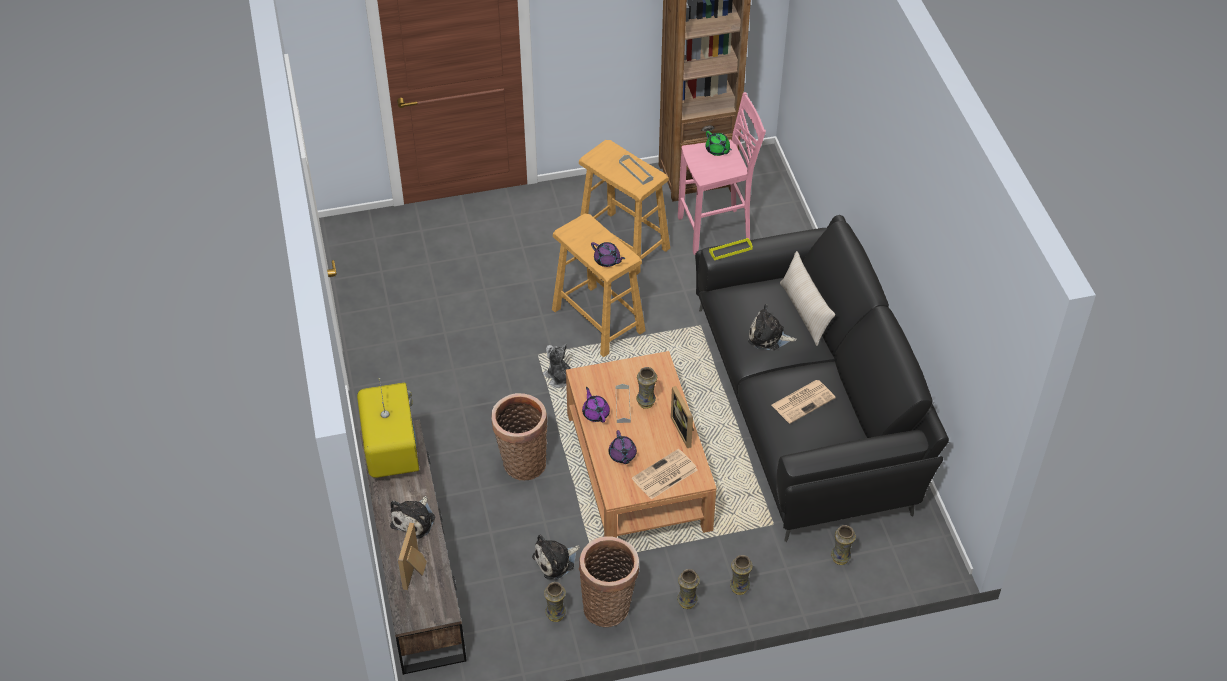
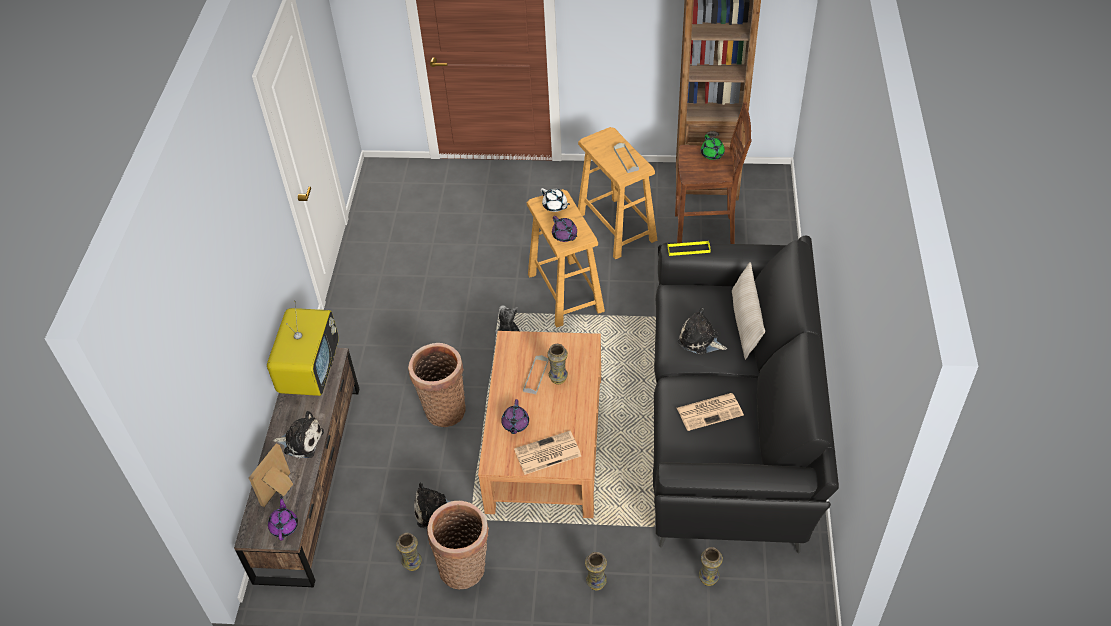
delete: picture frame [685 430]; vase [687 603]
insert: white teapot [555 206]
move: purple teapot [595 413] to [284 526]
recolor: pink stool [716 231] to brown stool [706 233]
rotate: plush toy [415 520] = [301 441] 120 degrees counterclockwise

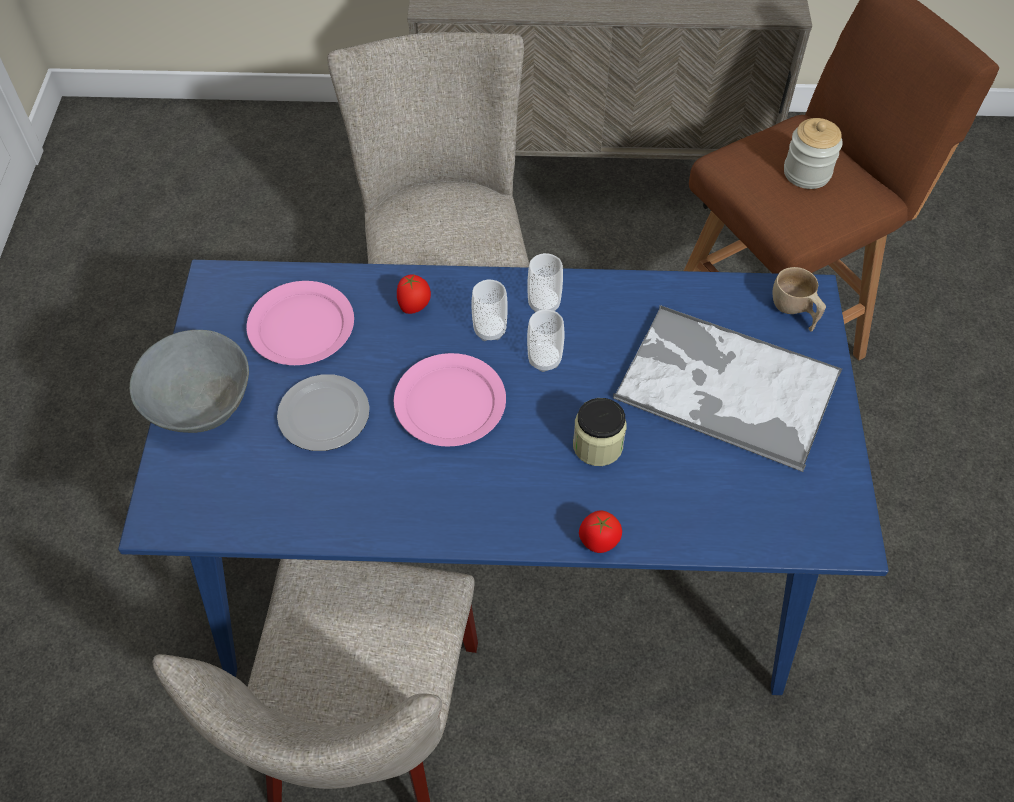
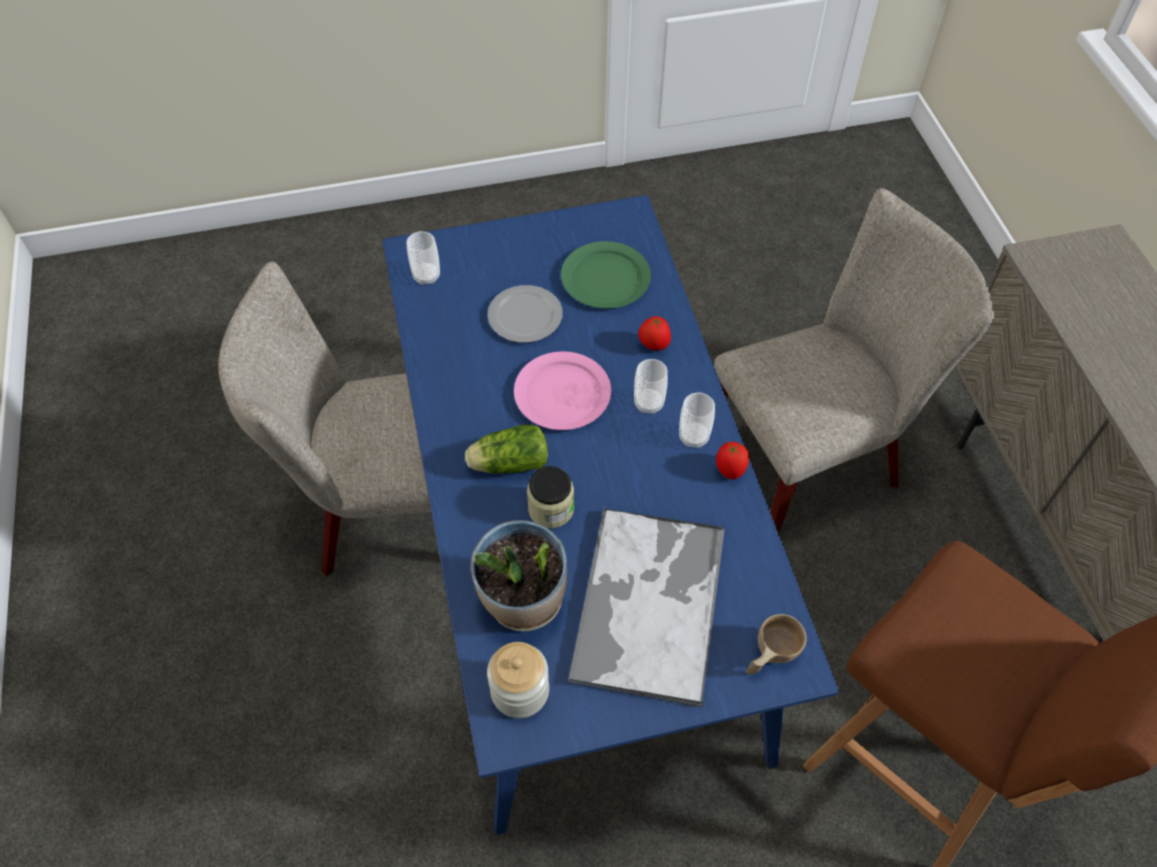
delete: grey bowl [198 401]
insert: lettuce [507 463]; potted plant [524 601]
move: cup [544 360] to [426 276]; tomato [598 542] to [730 470]; jar [807 173] to [520 691]
recolor: pink plate [302 326] to green plate [606 278]

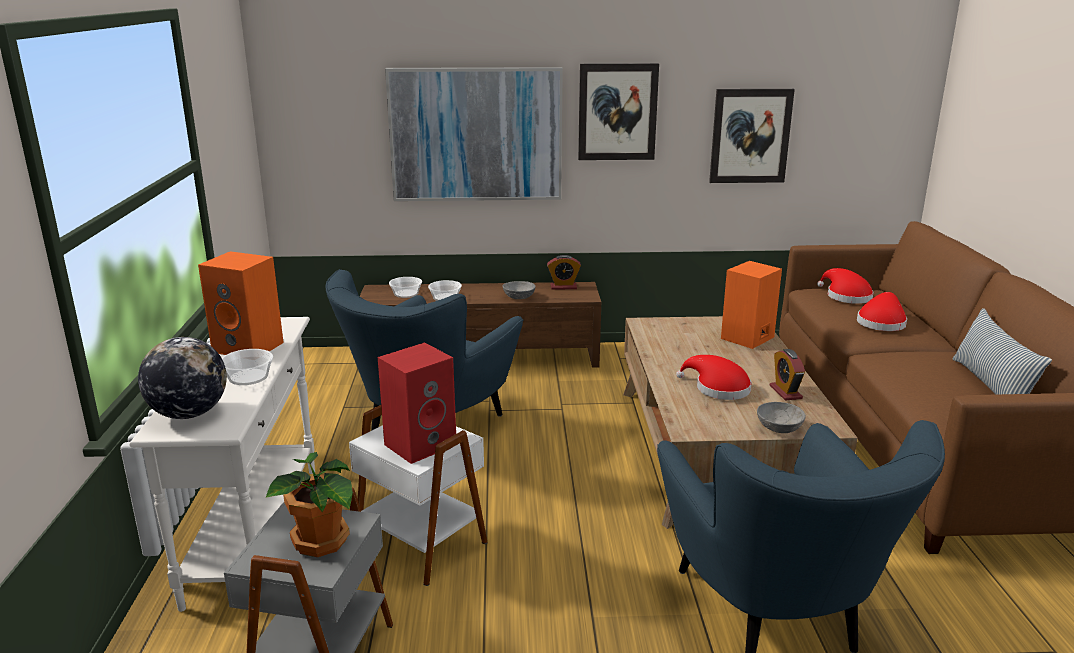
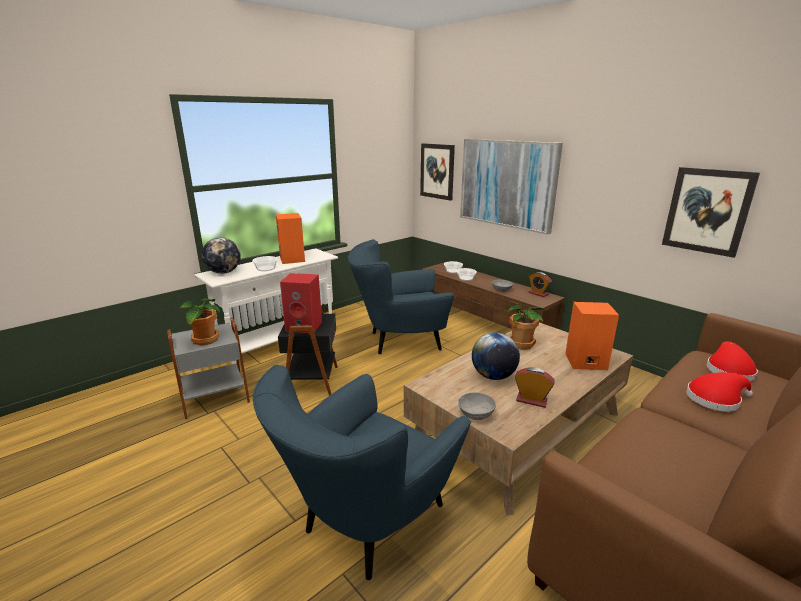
delete: pillow [991 386]
insert: potted plant [521 343]
move: picture [617 112] to [437 171]
replace: red hat [718 388] to globe [493 376]
recolor: white side table [423 541] to black side table [313 381]
rotate: alarm clock [785 392] = [531 400] 75 degrees clockwise

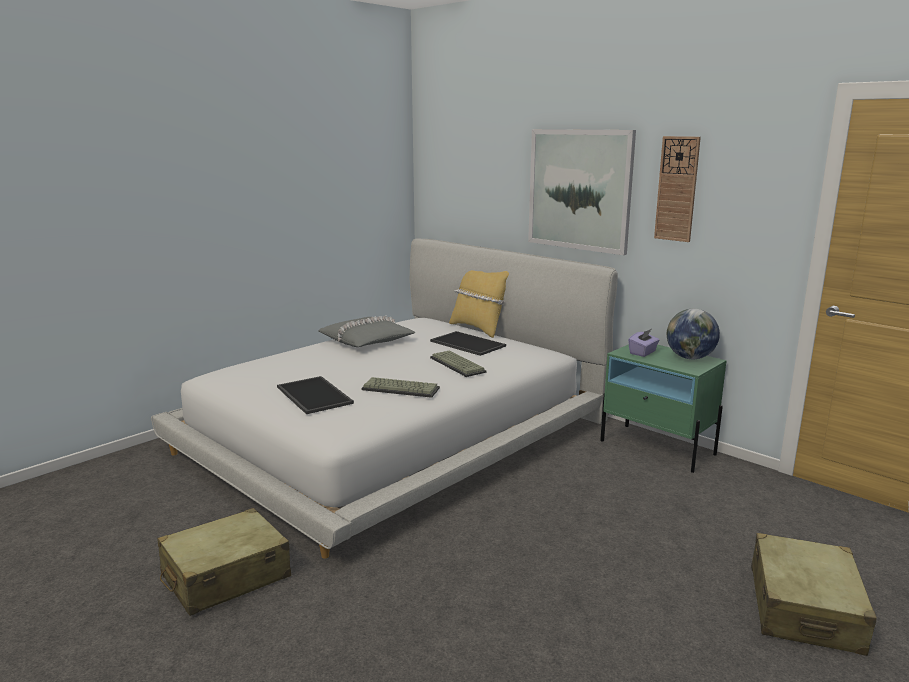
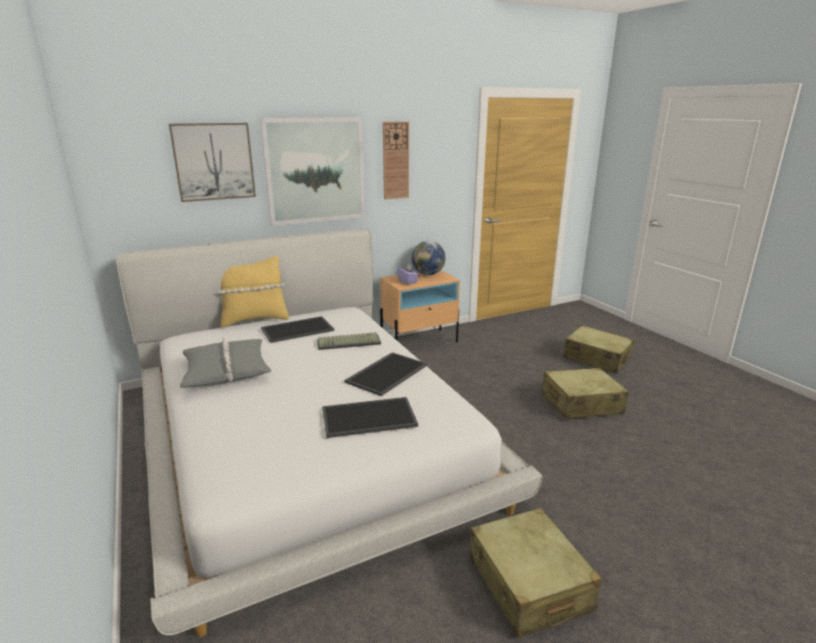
insert: picture [214 161]; beige suitcase [581 404]
replace: keyboard [402 388] to tray [386 373]
recolor: green nightstand [657 447] to beige nightstand [419 341]

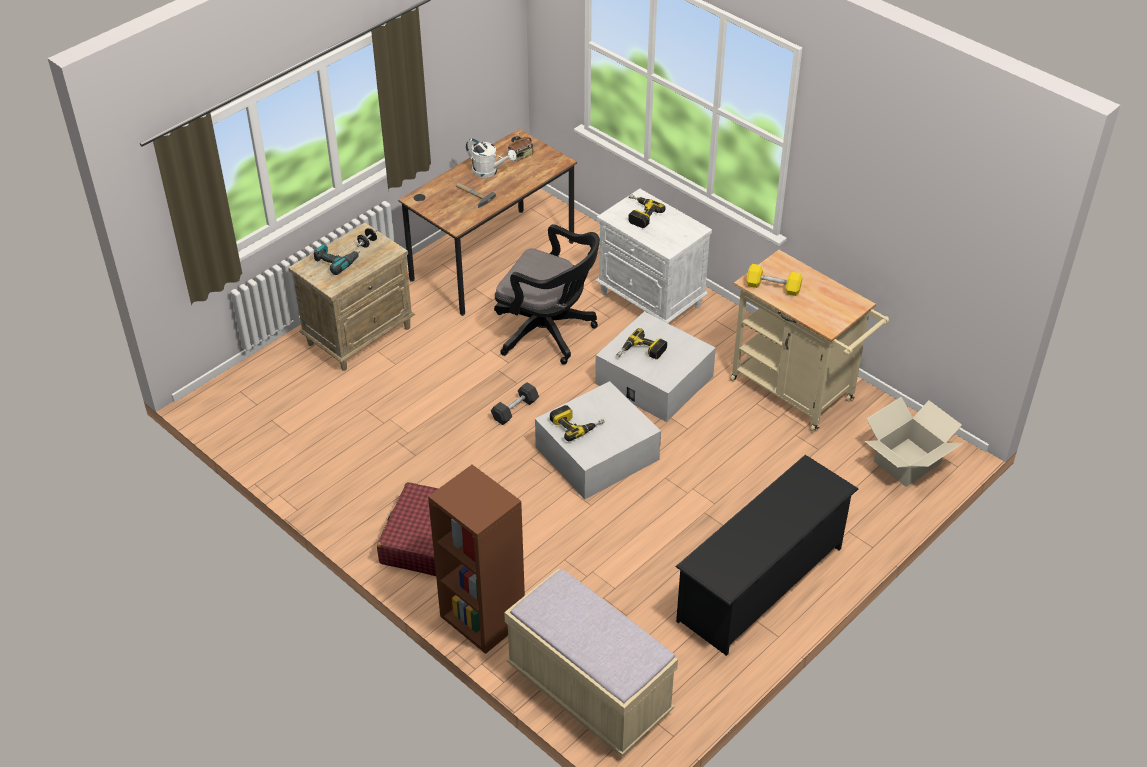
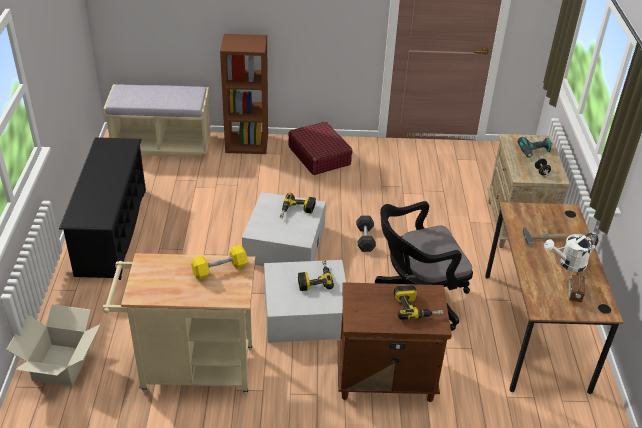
recolor: white nightstand [651 300] to brown nightstand [384 378]

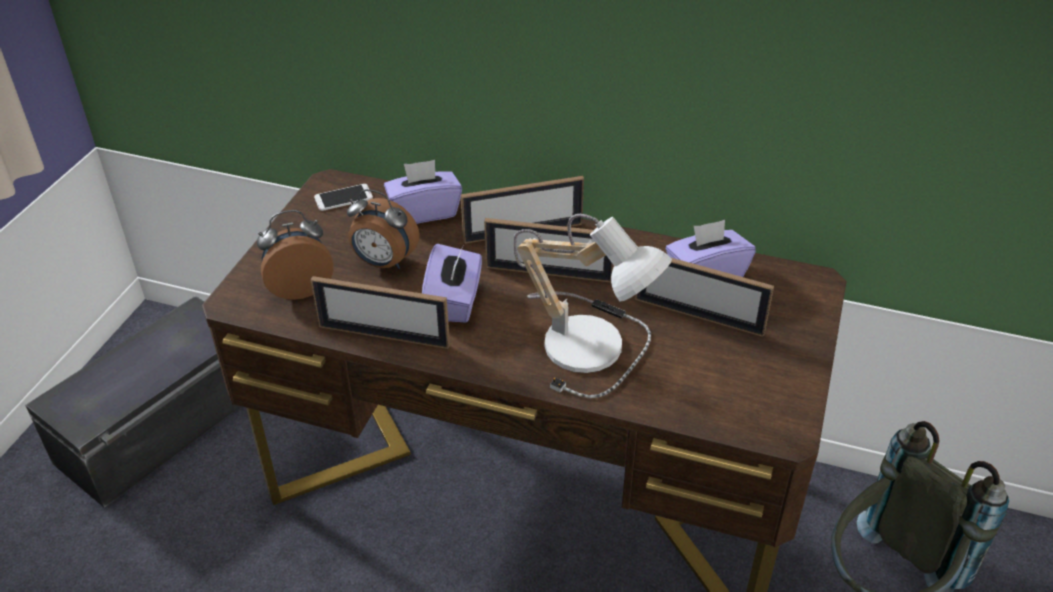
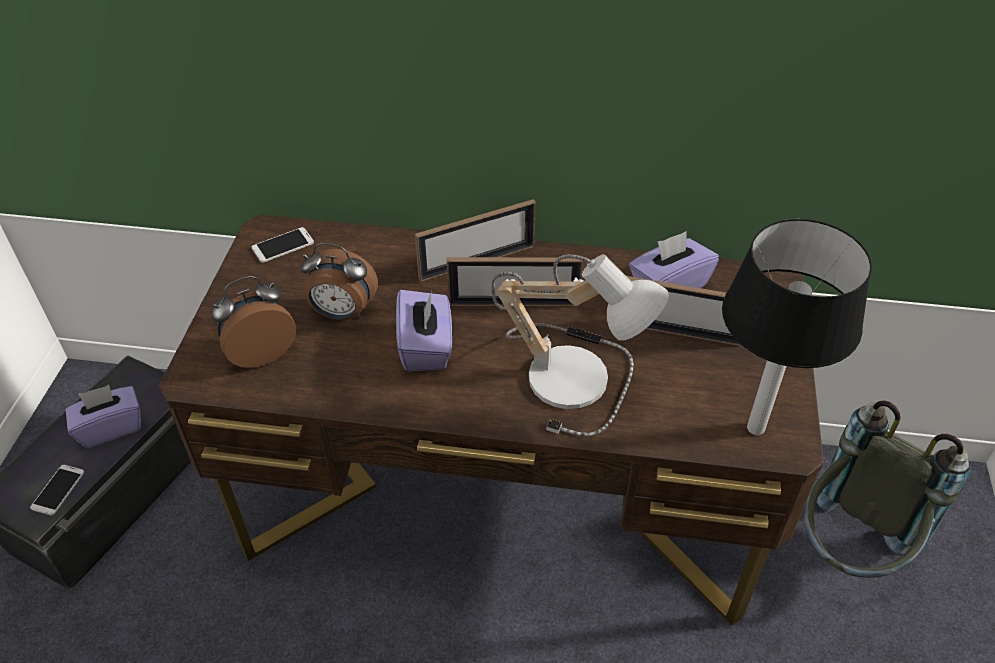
delete: picture frame [383 336]
insert: phone [58 490]; table lamp [757 428]
move: purple tissue box [424 212] to [111 427]

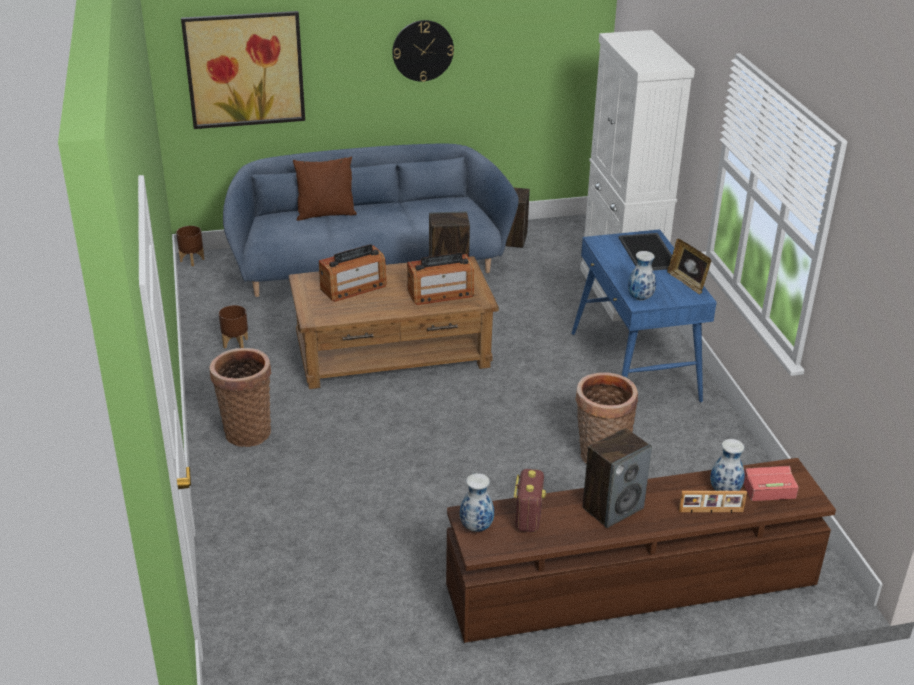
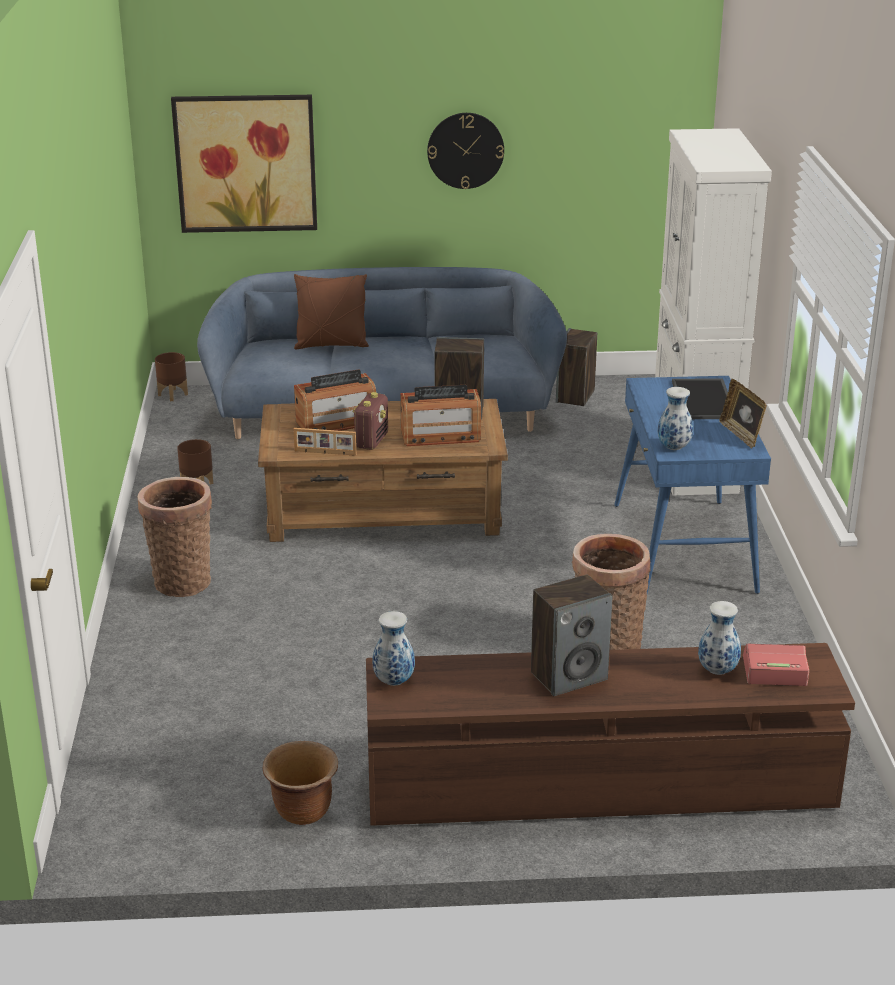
insert: brown planter [303 812]
move: radio [528 518] to [371 441]; picture frame [711 512] to [325 453]

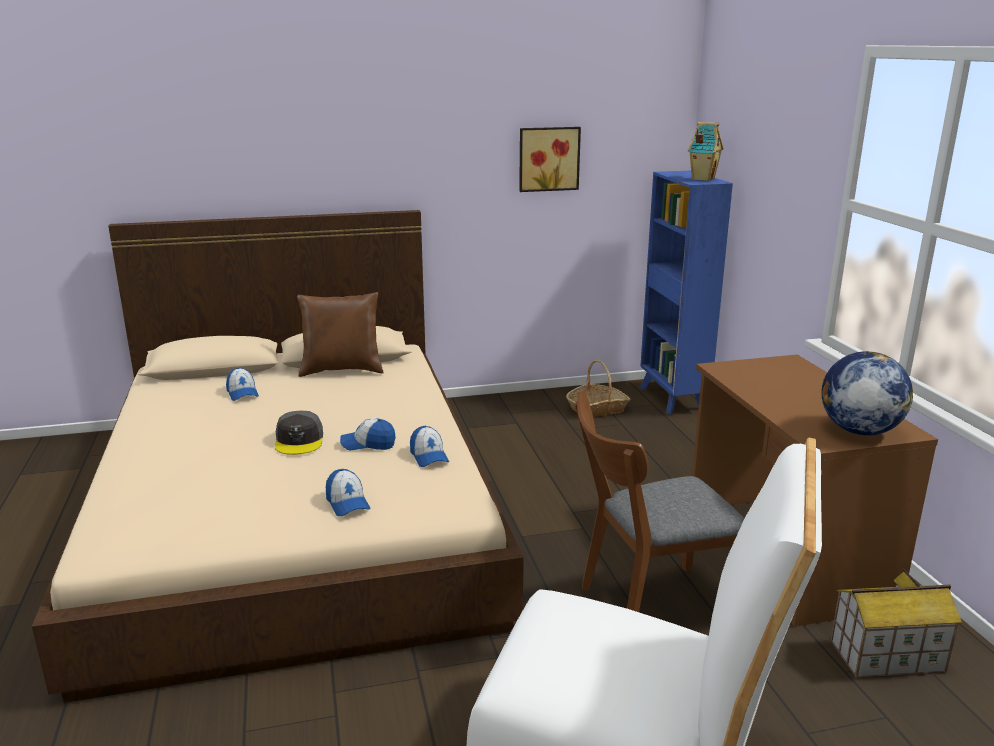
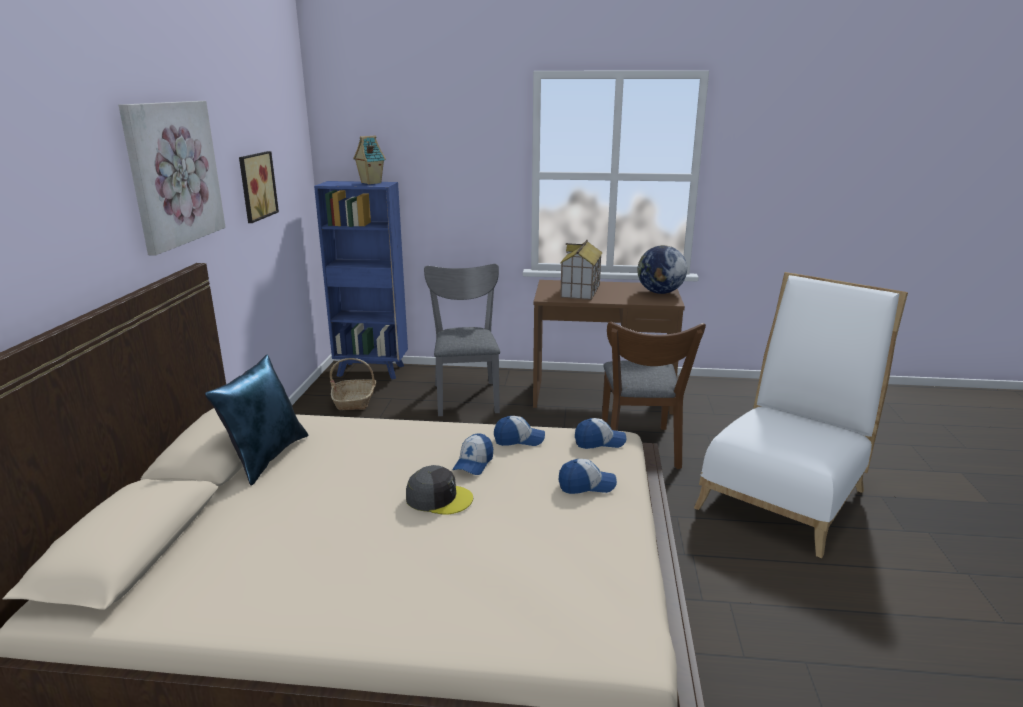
insert: picture [173 173]; grey chair [466 395]
move: cap [242 393] to [599 442]; toy house [886 656] to [580 291]
recolor: brown pillow [342 370] to blue pillow [266 457]

